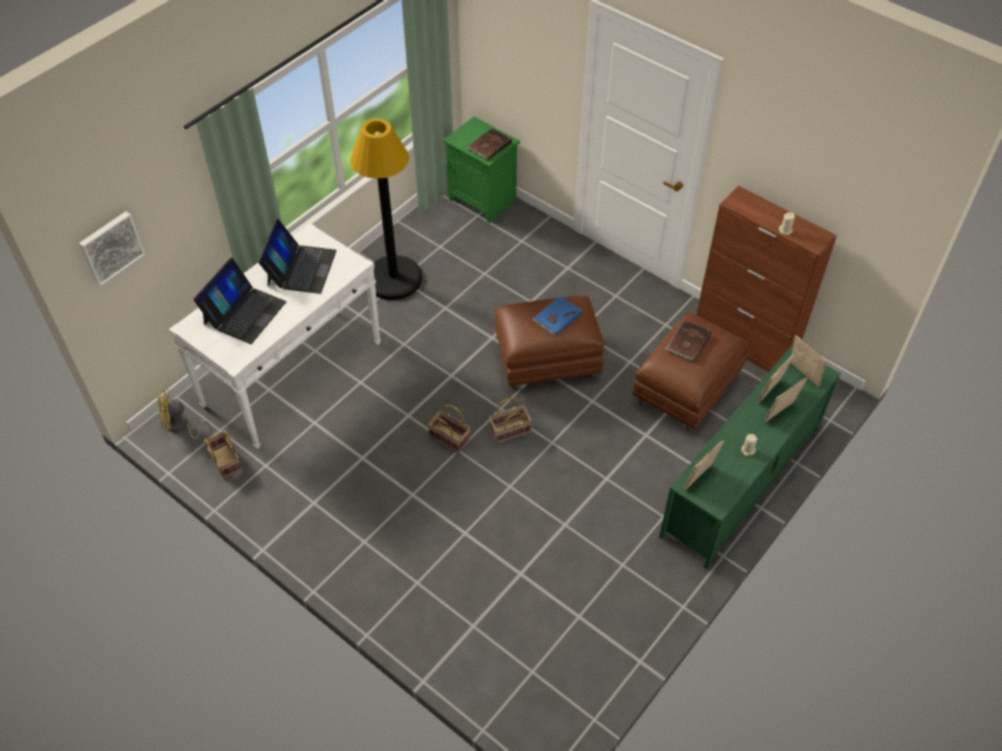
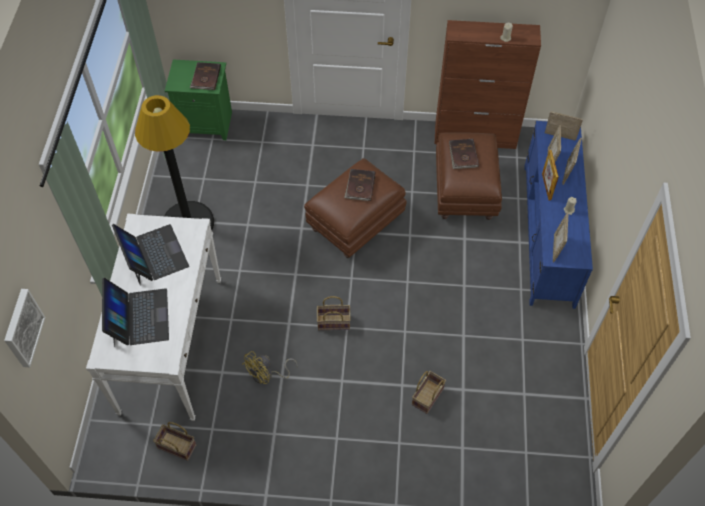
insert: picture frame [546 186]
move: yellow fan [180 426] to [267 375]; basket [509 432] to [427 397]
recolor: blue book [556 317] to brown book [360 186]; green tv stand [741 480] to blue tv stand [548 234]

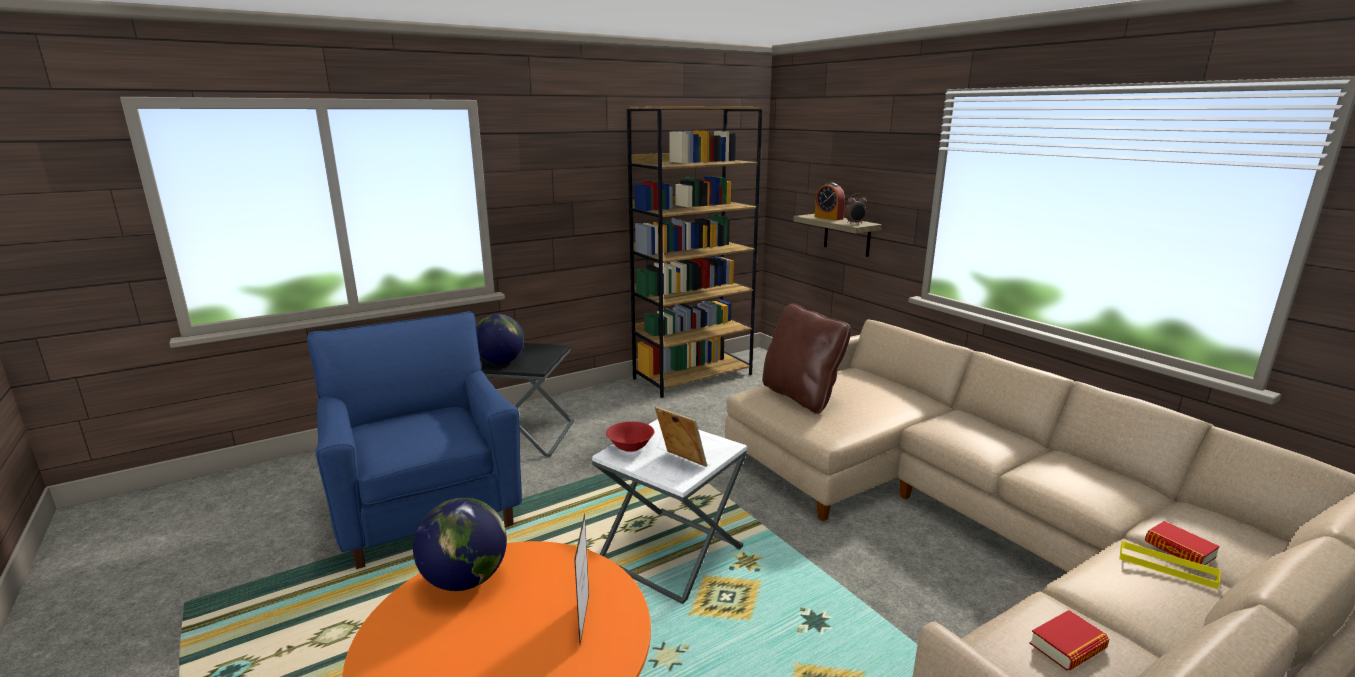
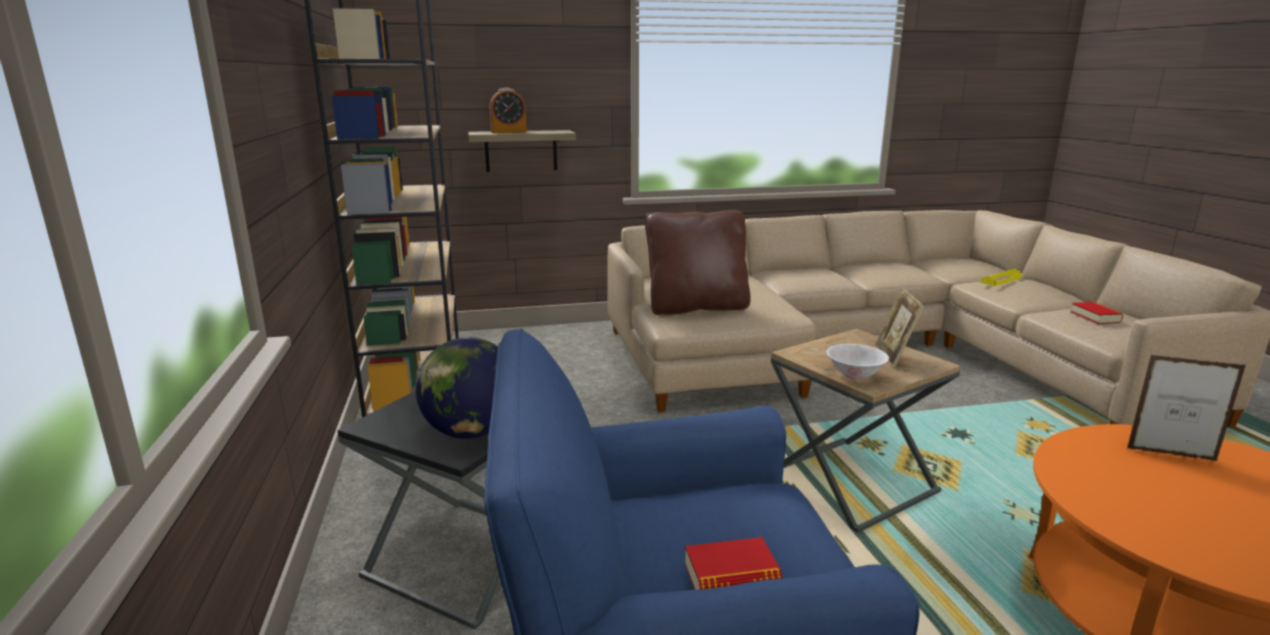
delete: globe [465 580]; alarm clock [854 223]
move: book [1179 549] to [731 578]
recolor: white side table [670 554] to brown side table [849 483]; red bowl [630 448] to white bowl [855 374]
rotate: picture frame [680 462] = [894 357] 60 degrees counterclockwise

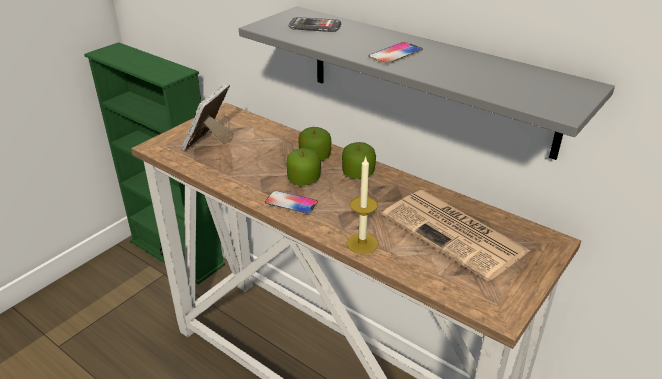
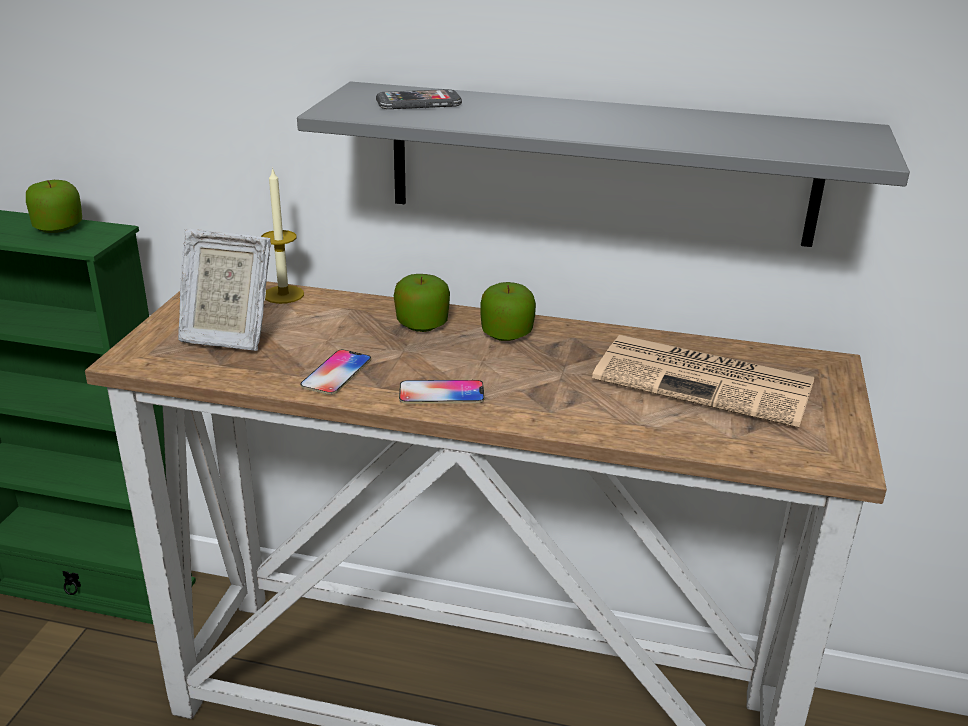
move: apple [303 180] to [58 227]; candle [362 243] to [283 294]; phone [395 54] to [336 373]
rotate: picture frame [209 143] = [226 336] 75 degrees counterclockwise

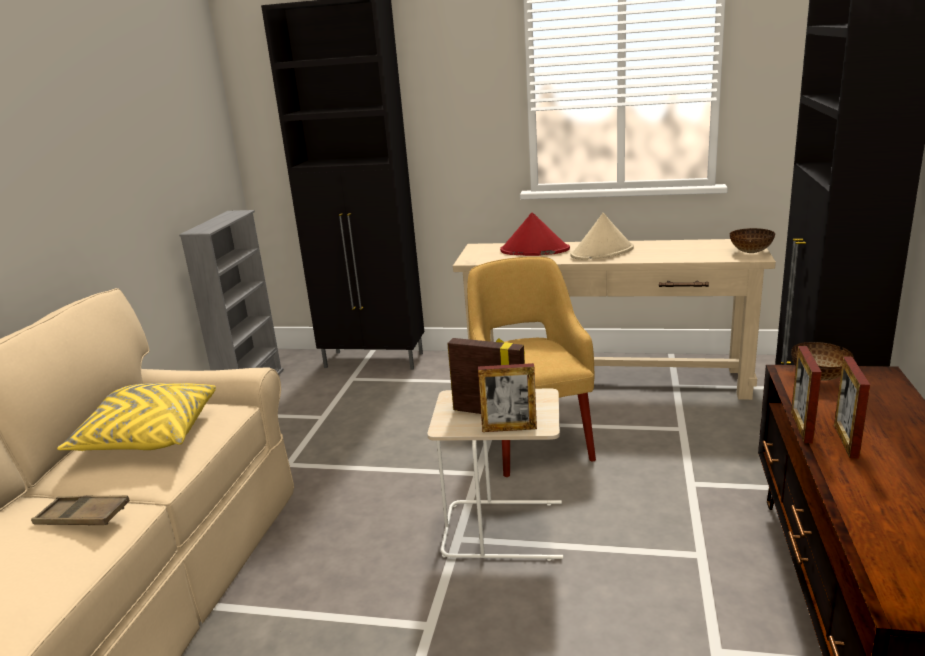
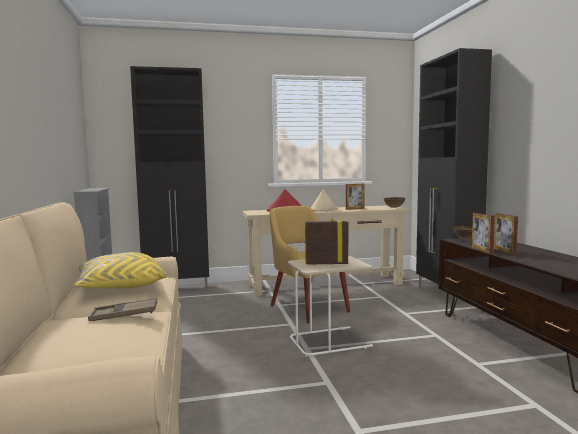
move: picture frame [509 428] to [355 209]

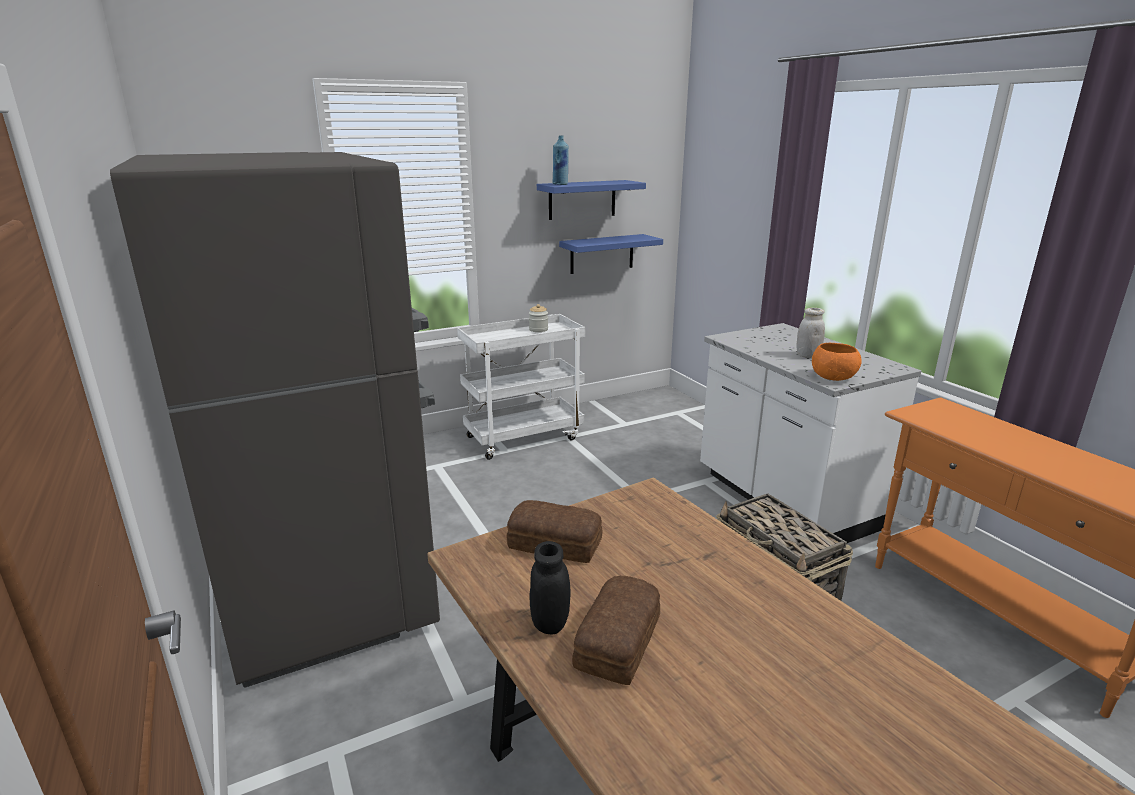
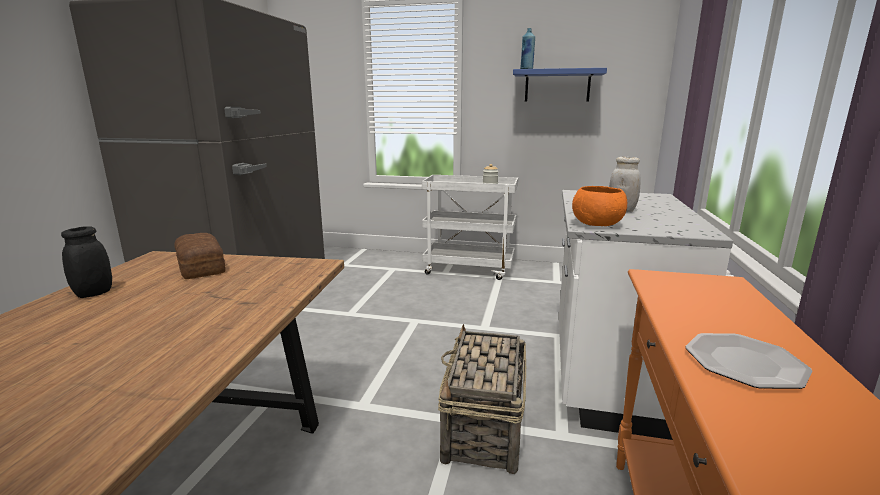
delete: blue shelf [602 254]; bread [620 641]
insert: plate [744 362]

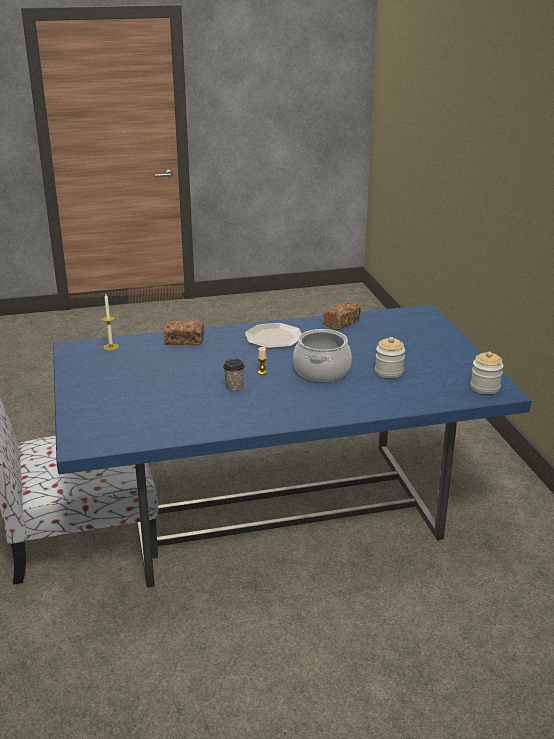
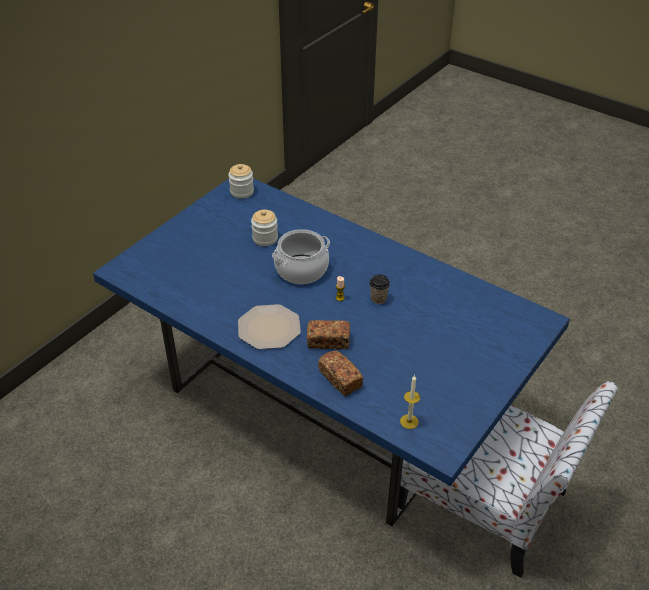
move: bread [341 323] to [328 341]

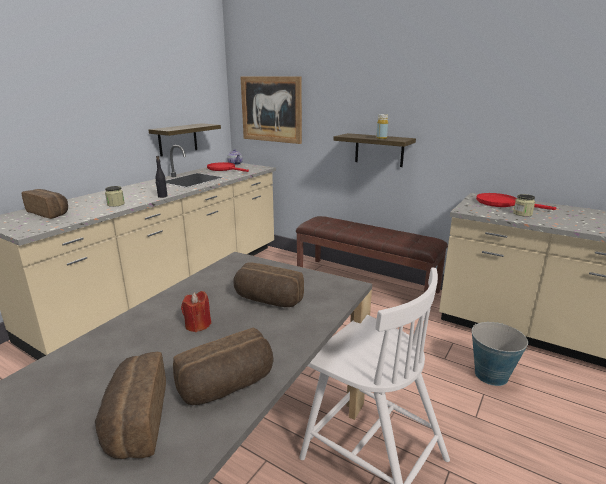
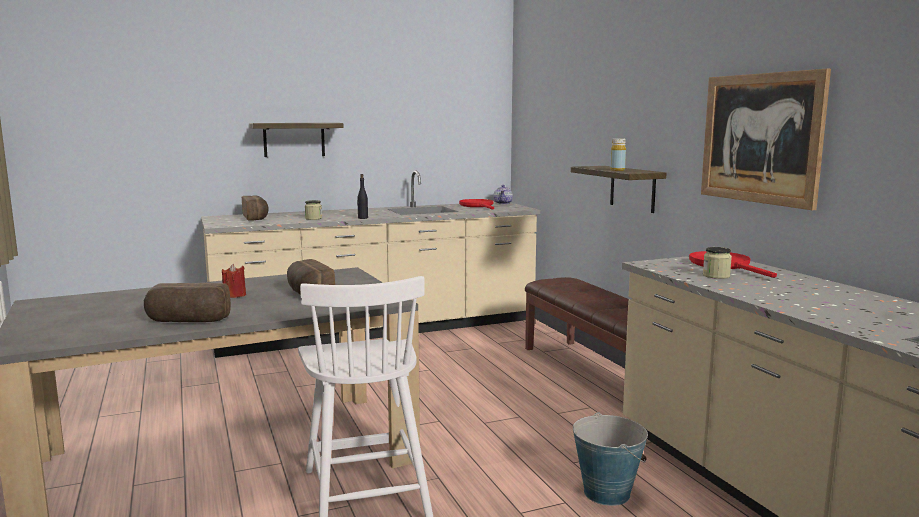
delete: bread [134 421]
move: shelf [178 139] to [294 139]; picture [271 109] to [760 138]

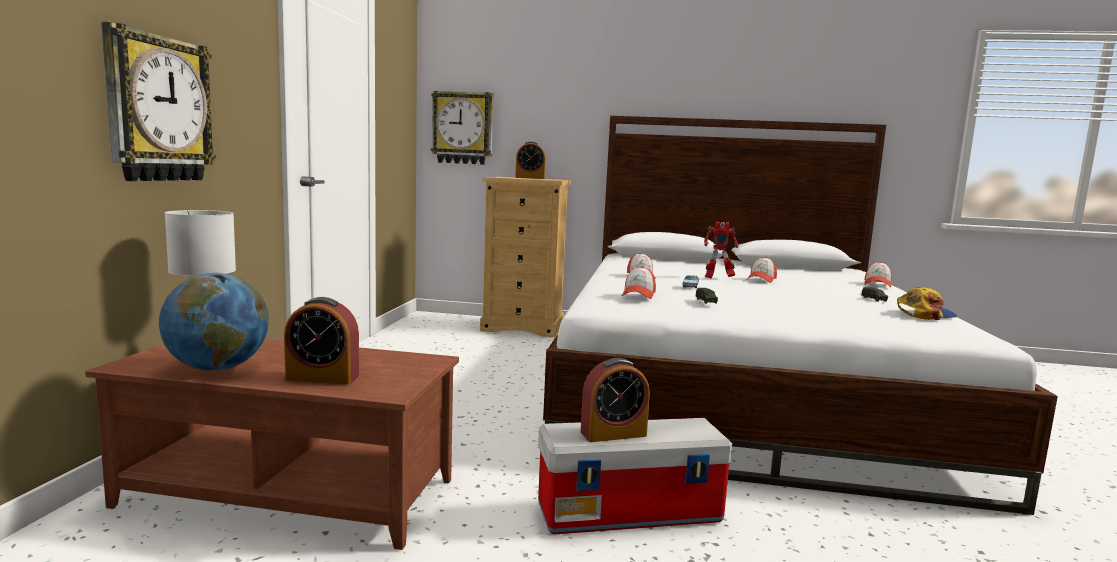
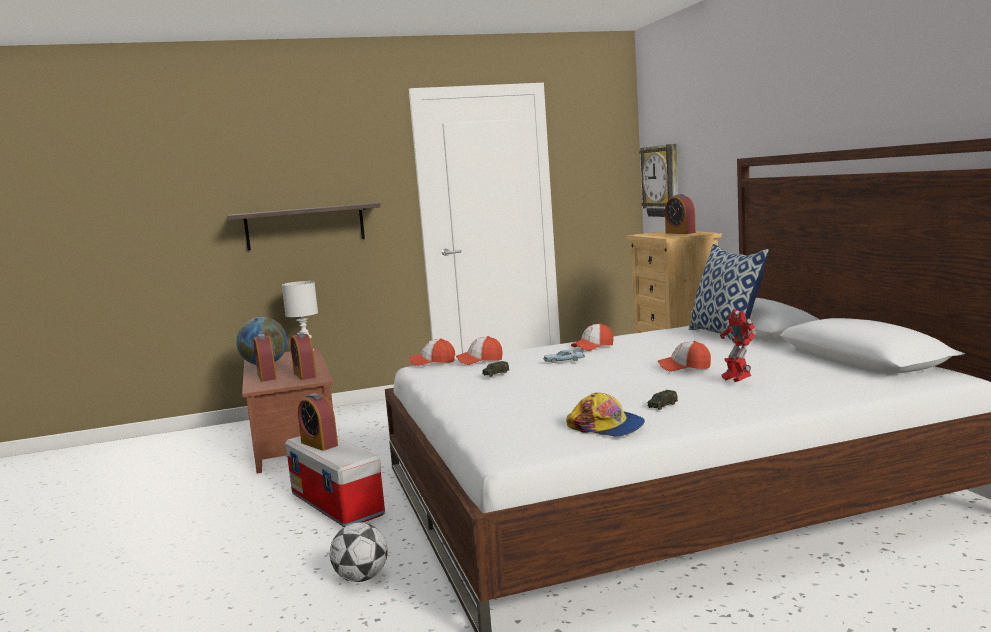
insert: alarm clock [305 375]; football [361 578]; pillow [726 335]
move: toy robot [718 278] to [736 381]; cap [877 284] to [432 362]
replace: wall clock [157 109] to shelf [305 226]

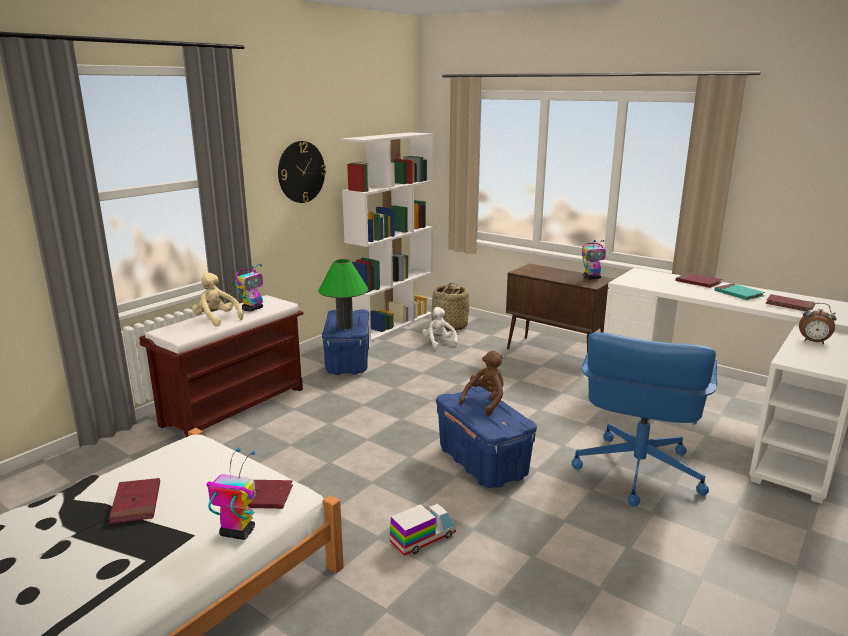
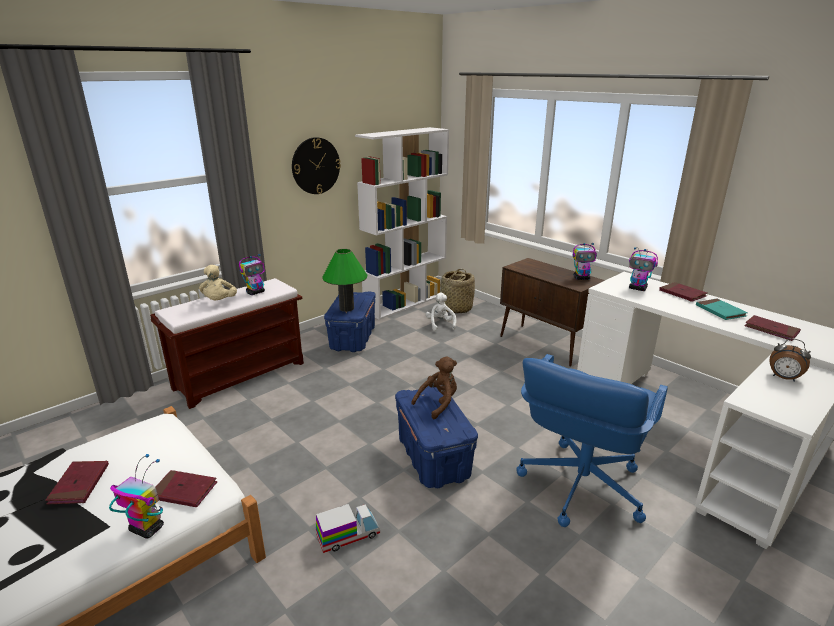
insert: toy robot [638 288]
rotate: beige plush toy [216 319] = [219 302] 150 degrees counterclockwise

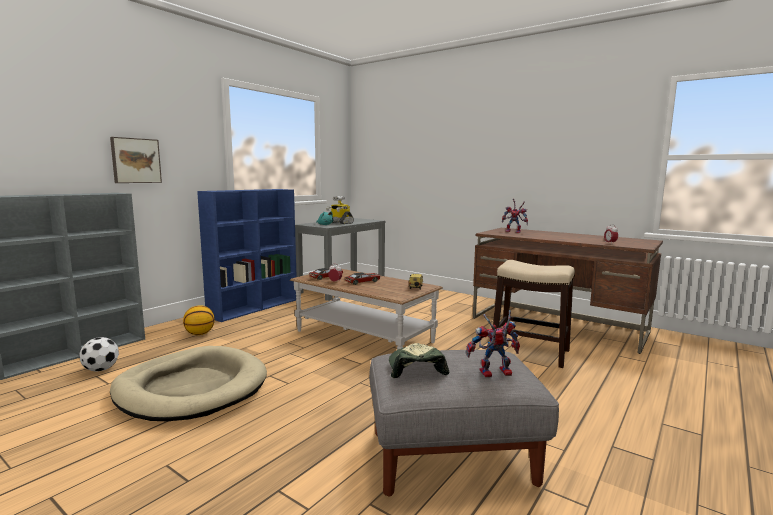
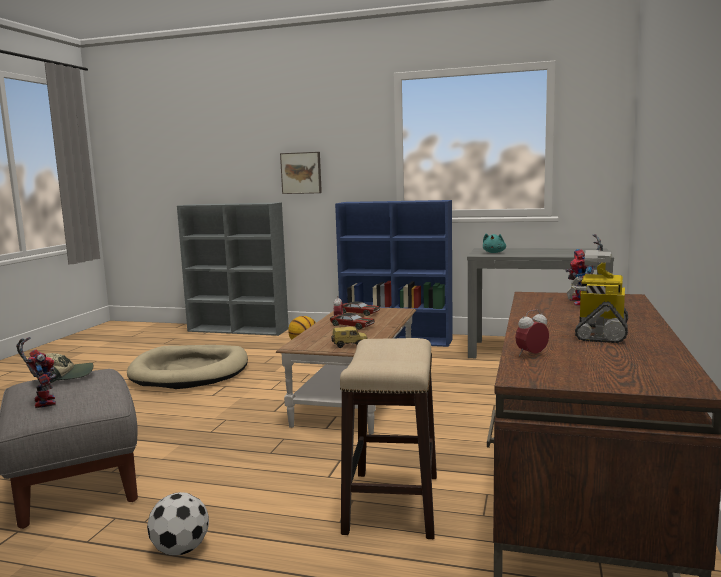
move: football [101 369] to [180 550]; toy robot [340 223] to [599 332]

